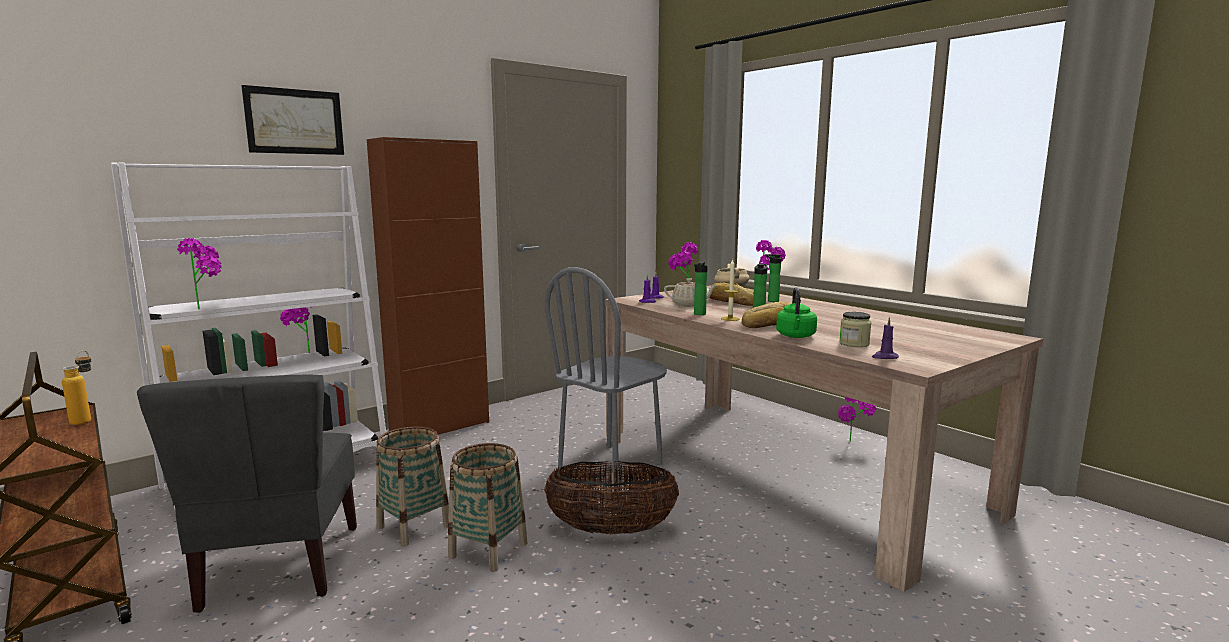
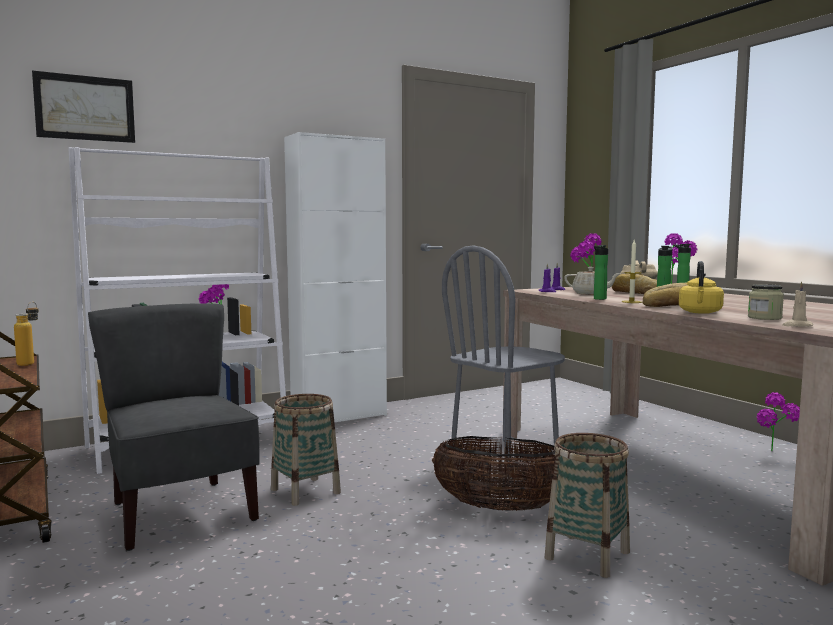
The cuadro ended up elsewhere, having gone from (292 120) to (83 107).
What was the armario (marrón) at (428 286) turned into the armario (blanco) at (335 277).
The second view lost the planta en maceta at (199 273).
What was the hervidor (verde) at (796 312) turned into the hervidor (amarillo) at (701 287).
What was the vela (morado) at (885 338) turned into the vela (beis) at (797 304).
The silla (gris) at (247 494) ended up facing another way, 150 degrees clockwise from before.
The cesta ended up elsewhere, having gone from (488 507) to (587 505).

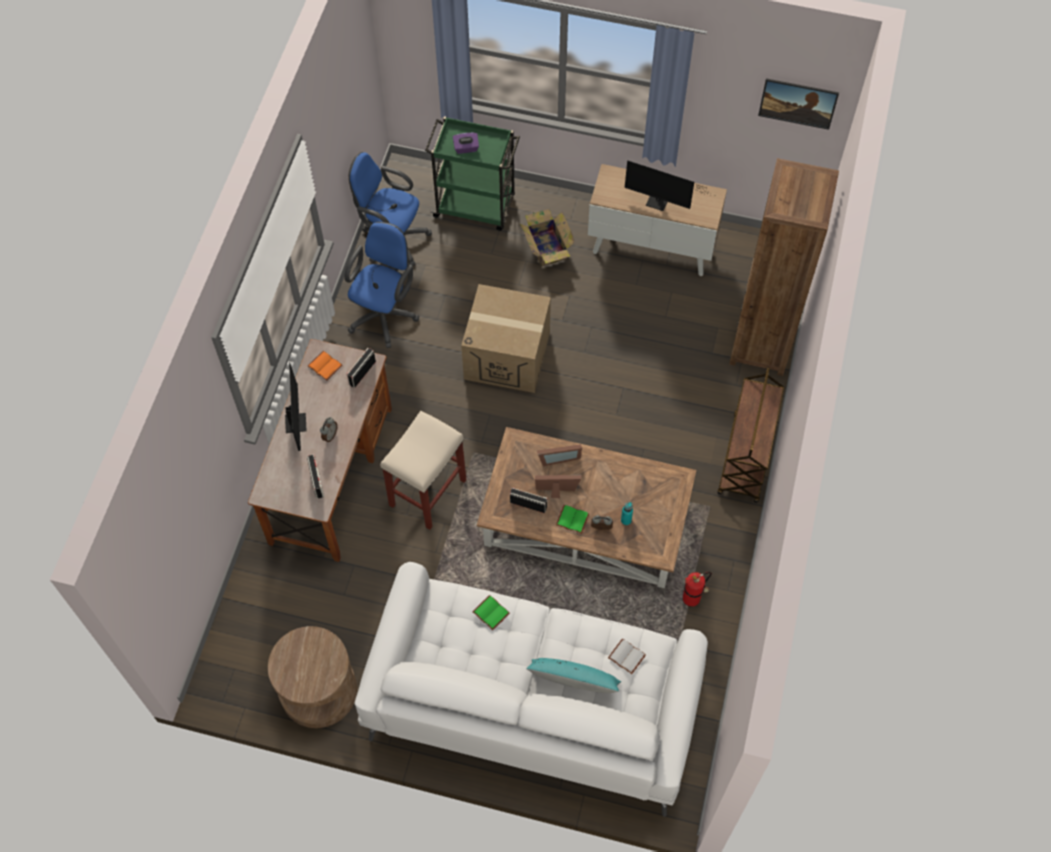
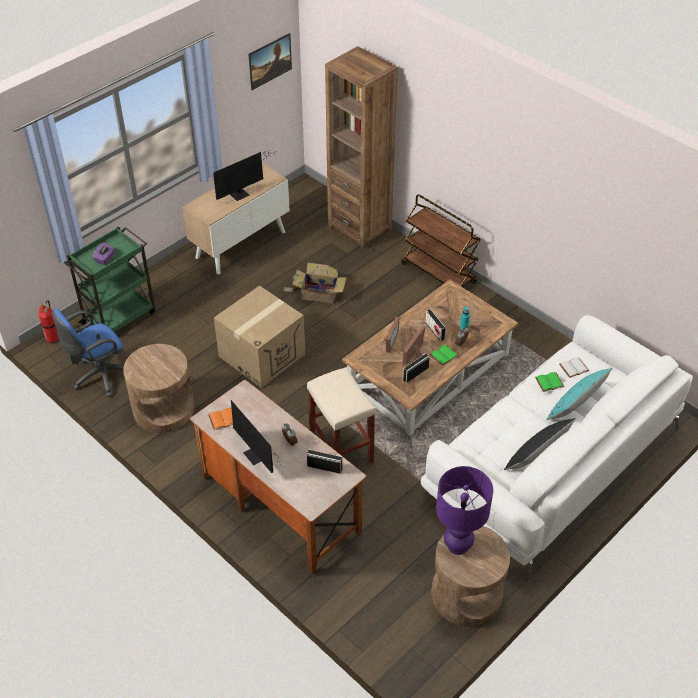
The caja de cartón ended up elsewhere, having gone from (547 237) to (315 283).
Where the silla de oficina (azul) stood at (381 285), the mesa auxiliar (marrón) came to stand at (158 388).
The radio ended up elsewhere, having gone from (361 368) to (435 325).
The monitor at (296 401) ended up facing another way, 150 degrees counterclockwise from before.
The extintor ended up elsewhere, having gone from (697 589) to (48 321).
The libro (verde) ended up elsewhere, having gone from (491 612) to (549 382).
The second view gained the cojín (negro) at (540 444).
The second view gained the lámpara de mesa (morado) at (464 510).

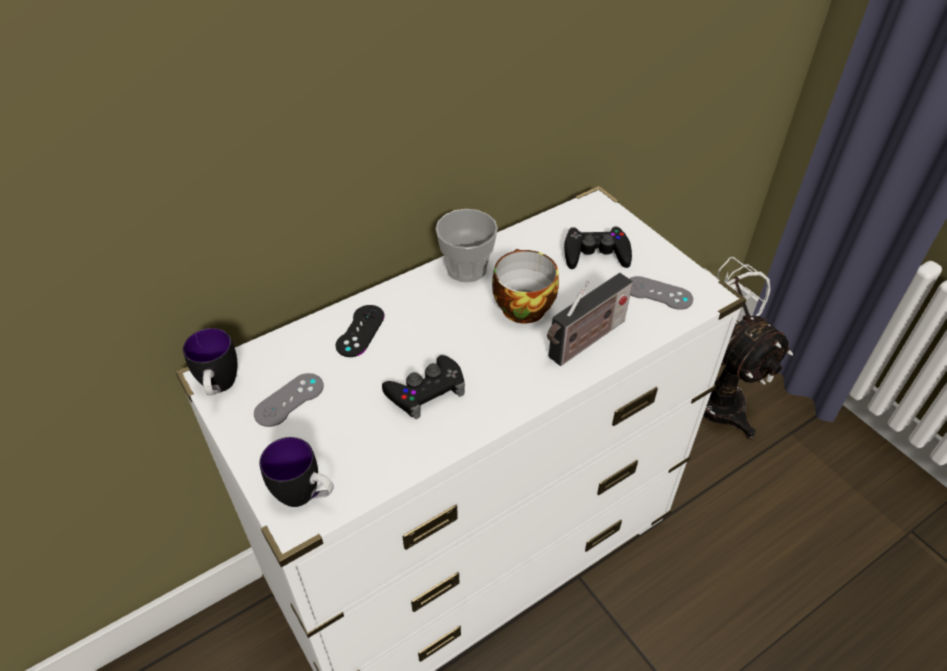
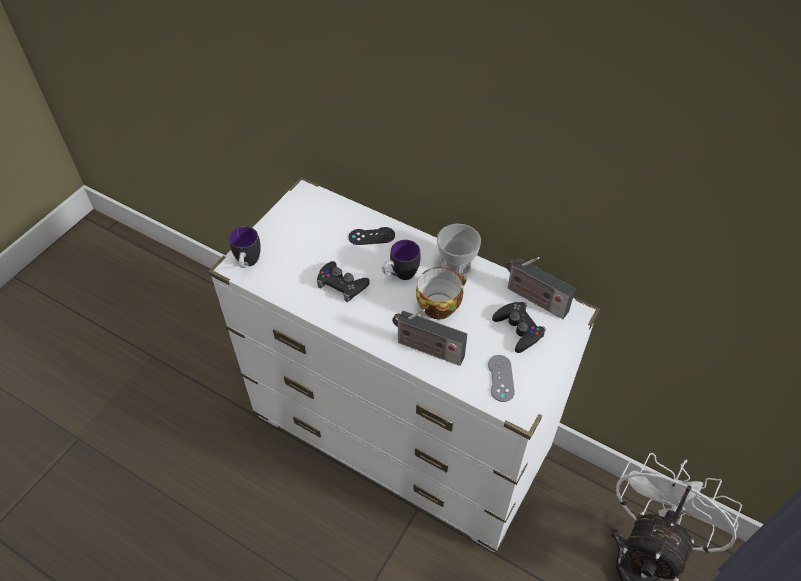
The taza grande ended up elsewhere, having gone from (210 361) to (401 260).
The second view lost the mando de consola (gris) at (289 400).
The second view gained the radio at (541 288).

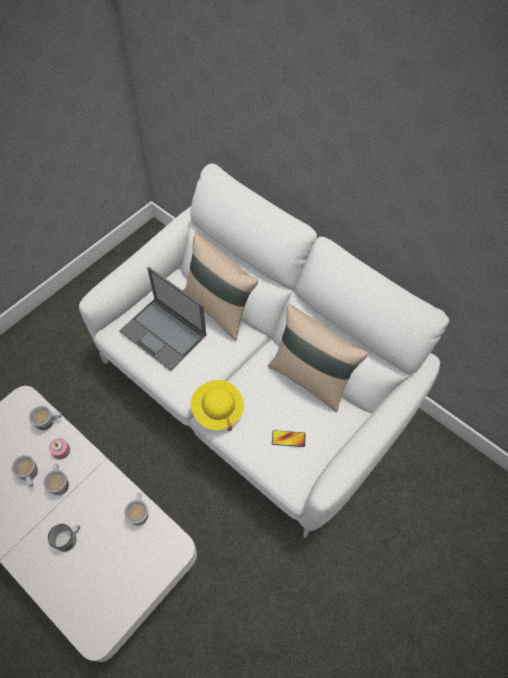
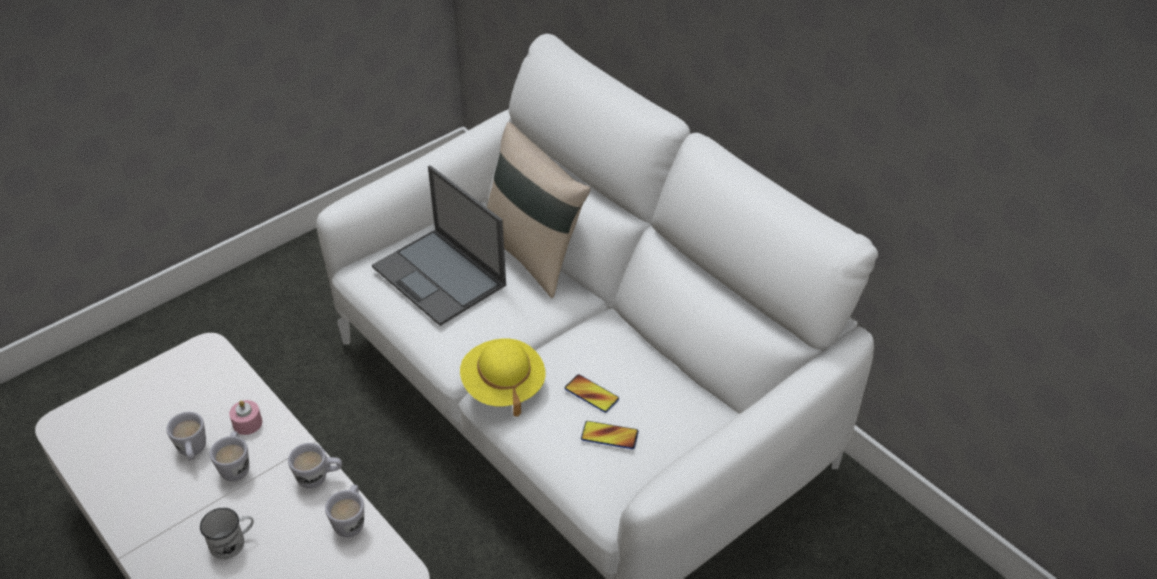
The second view lost the cojín (beis) at (318 358).
The taza grande (blanco) ended up elsewhere, having gone from (45 418) to (315 466).
The second view gained the móvil at (591 393).

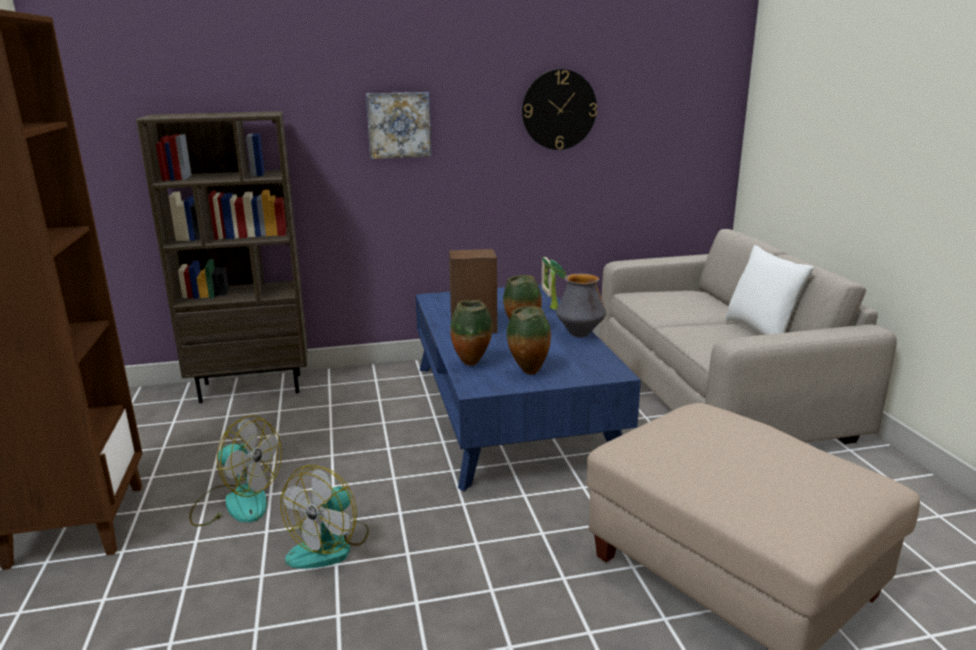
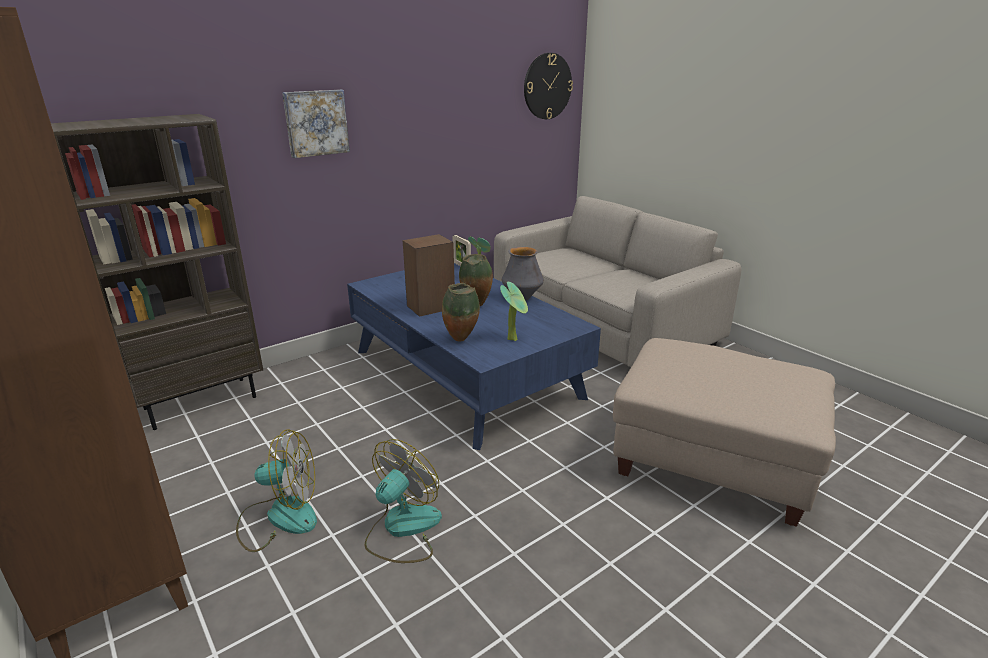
The reloj de pared ended up elsewhere, having gone from (559 109) to (548 86).
The second view lost the cojín (blanco) at (769 290).
Where the florero stood at (529 340), the planta en maceta came to stand at (514 311).
The ventilador at (324 517) ended up facing another way, 150 degrees counterclockwise from before.

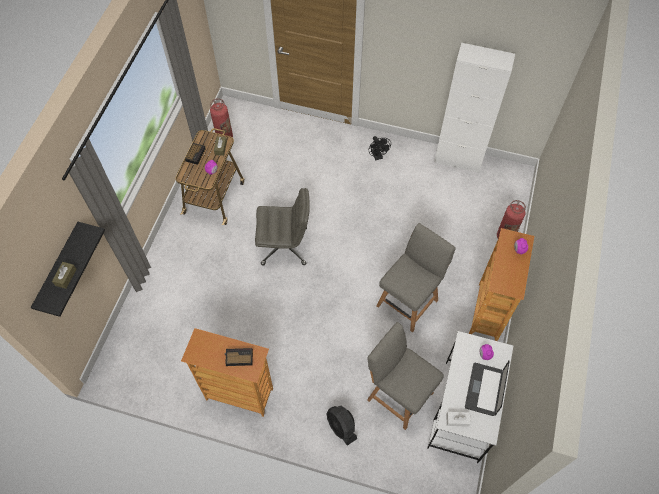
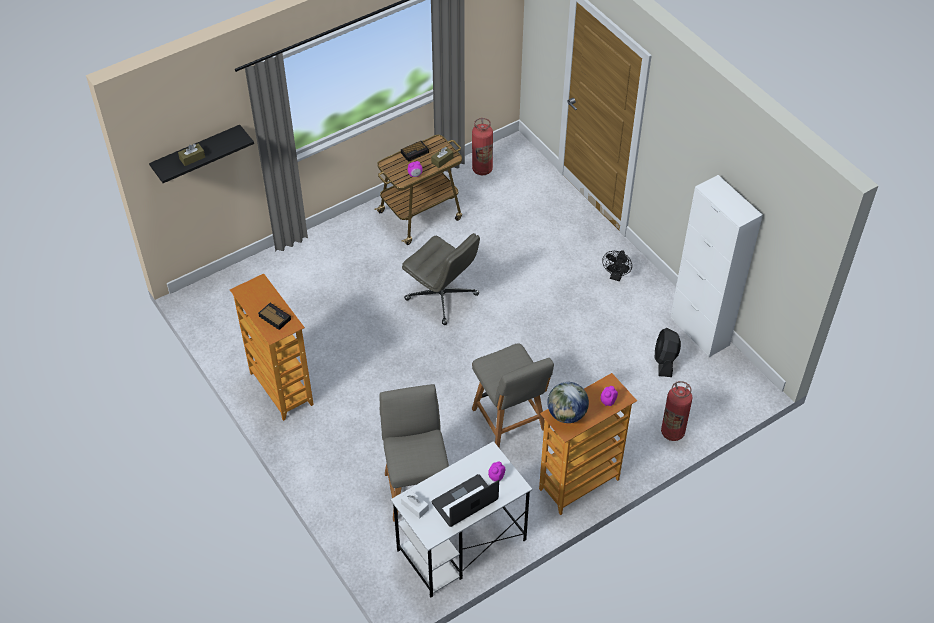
The silla (gris) at (416 277) ended up facing another way, 75 degrees clockwise from before.
The ventilador (negro) ended up elsewhere, having gone from (341 426) to (668 352).
The second view gained the globo terráqueo at (568 402).

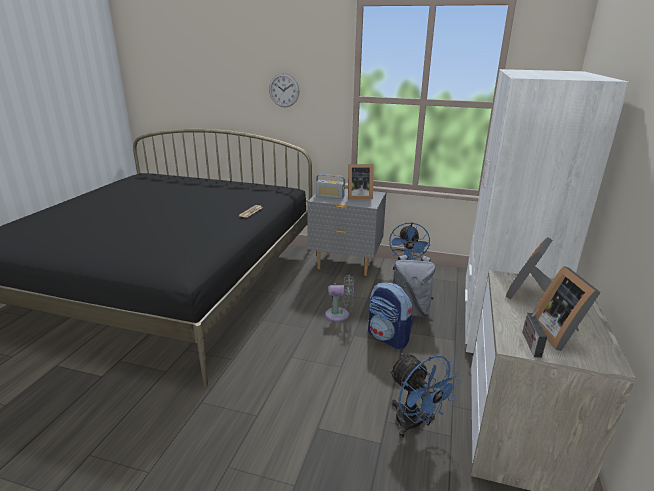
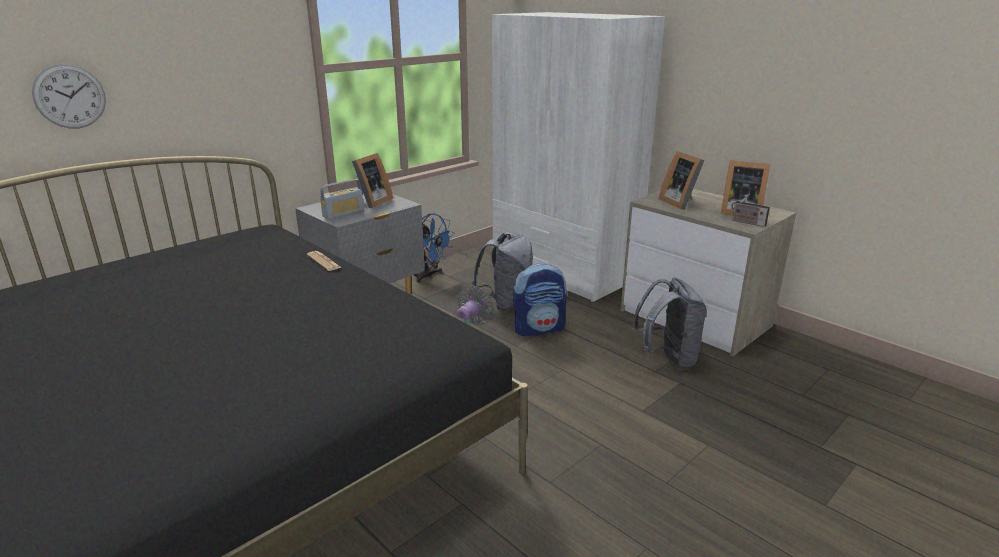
The reloj de pared ended up elsewhere, having gone from (284 90) to (69 96).
Where the ventilador (azul) stood at (425 395), the mochila (gris) came to stand at (669 323).

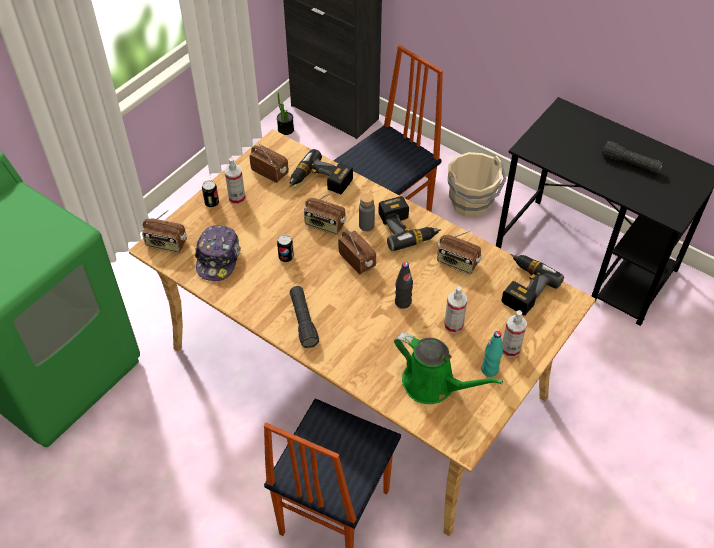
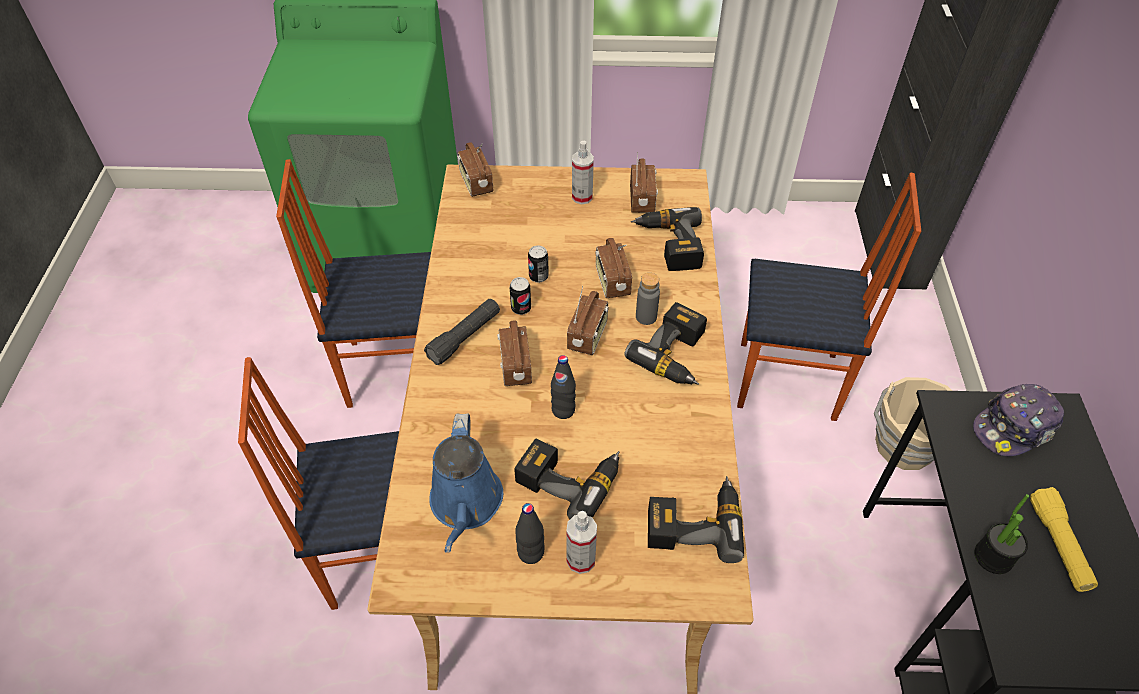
The planta en maceta ended up elsewhere, having gone from (285 113) to (1001 534).
What was the linterna (negro) at (632 157) turned into the linterna (amarillo) at (1064 539).
The lata ended up elsewhere, having gone from (210 194) to (520 296).
The gorra ended up elsewhere, having gone from (218 253) to (1018 420).
The radio ended up elsewhere, having gone from (459 252) to (514 353).
Where the pulverizador stood at (455 310), the taladro came to stand at (567 479).
What was the botella (turquesa) at (492 354) turned into the botella (negro) at (530 533).
What was the regadera (verde) at (448 368) turned into the regadera (azul) at (466 483).
The second view gained the silla at (353 283).

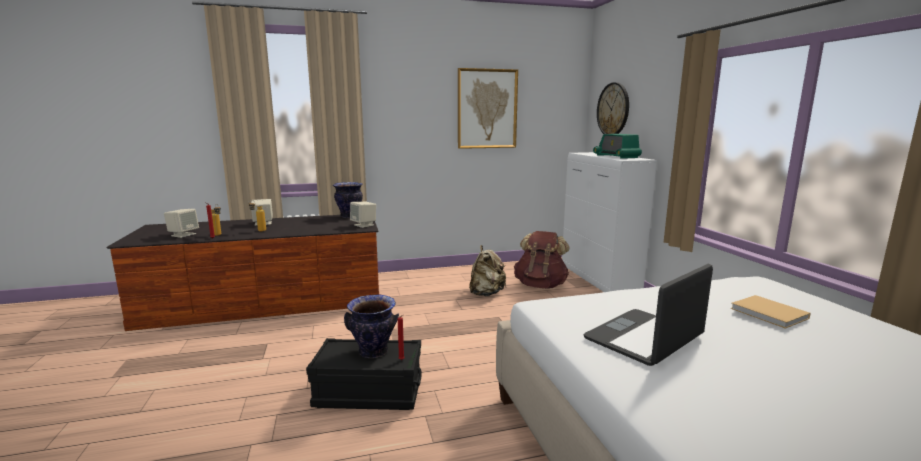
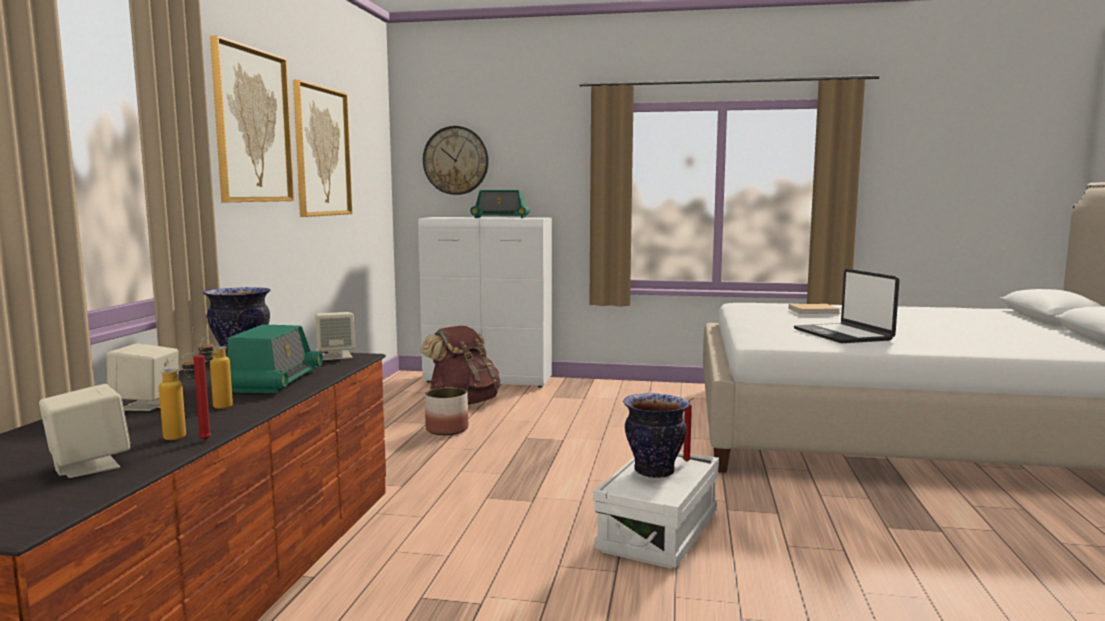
Where the mochila (beis) stood at (487 270), the maceta came to stand at (446 411).
What was the caja de almacenaje (negro) at (364 374) turned into the caja de almacenaje (blanco) at (656 510).
The second view gained the cuadro at (252 119).
The second view gained the radio at (275 358).

